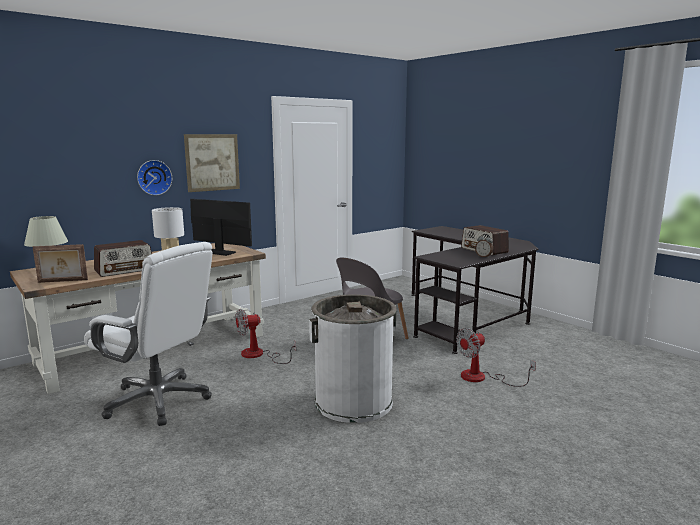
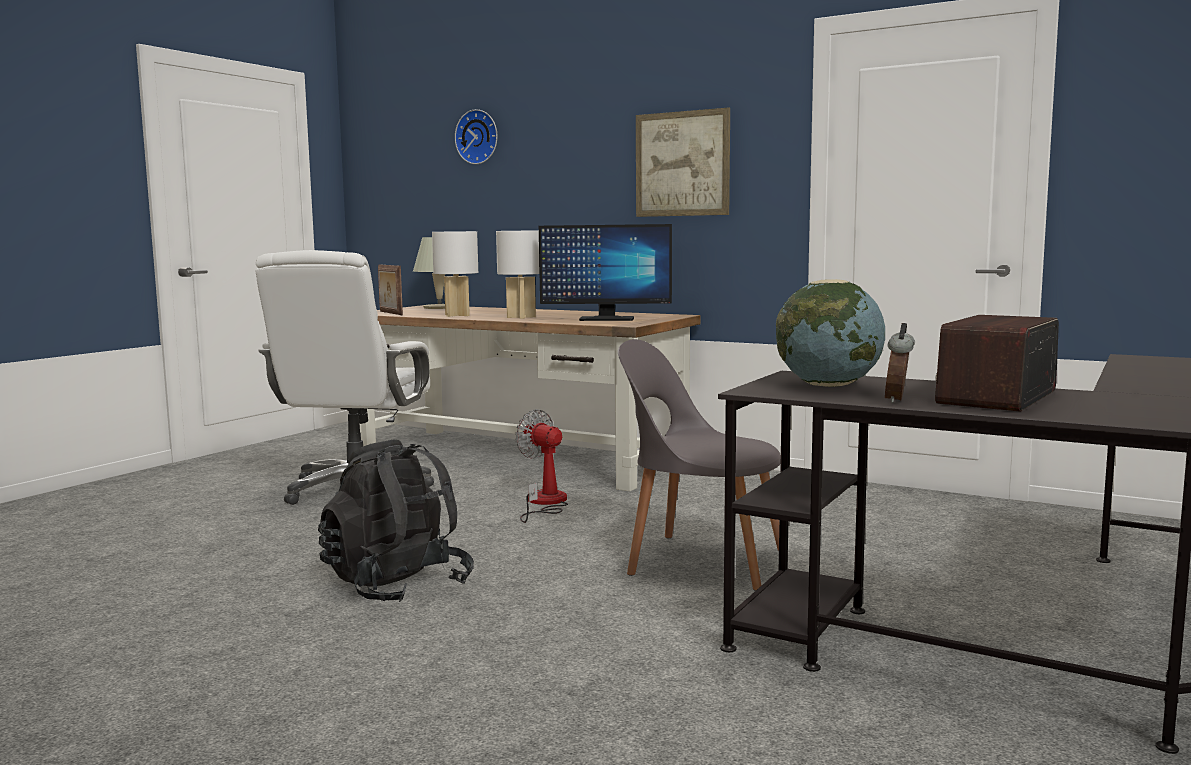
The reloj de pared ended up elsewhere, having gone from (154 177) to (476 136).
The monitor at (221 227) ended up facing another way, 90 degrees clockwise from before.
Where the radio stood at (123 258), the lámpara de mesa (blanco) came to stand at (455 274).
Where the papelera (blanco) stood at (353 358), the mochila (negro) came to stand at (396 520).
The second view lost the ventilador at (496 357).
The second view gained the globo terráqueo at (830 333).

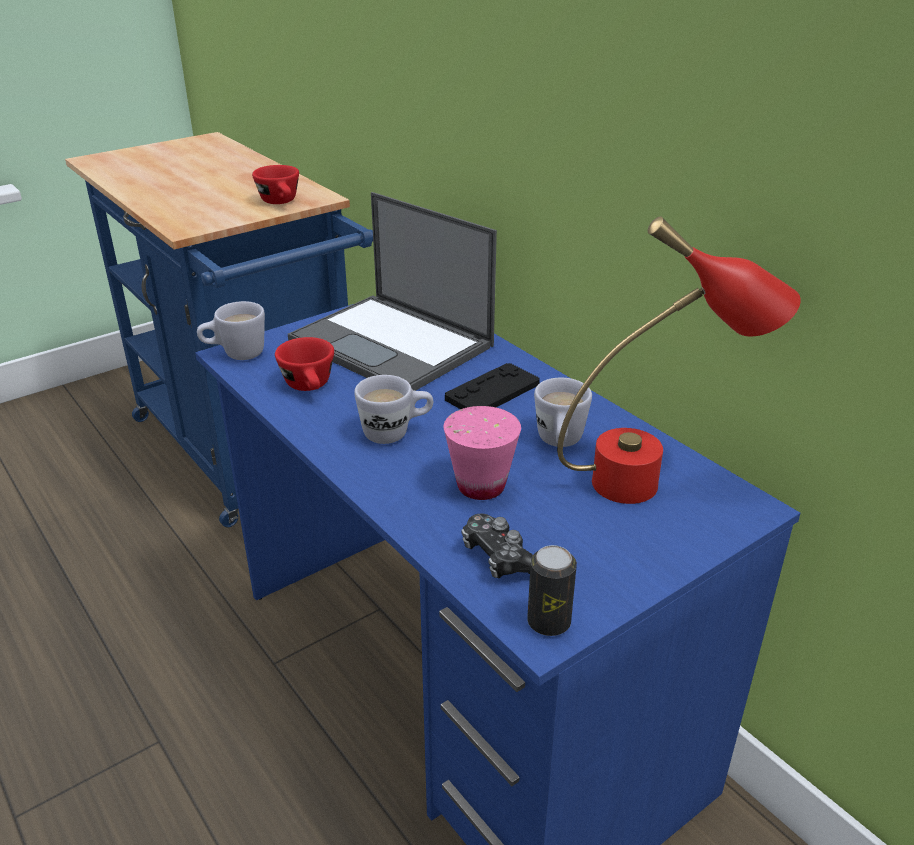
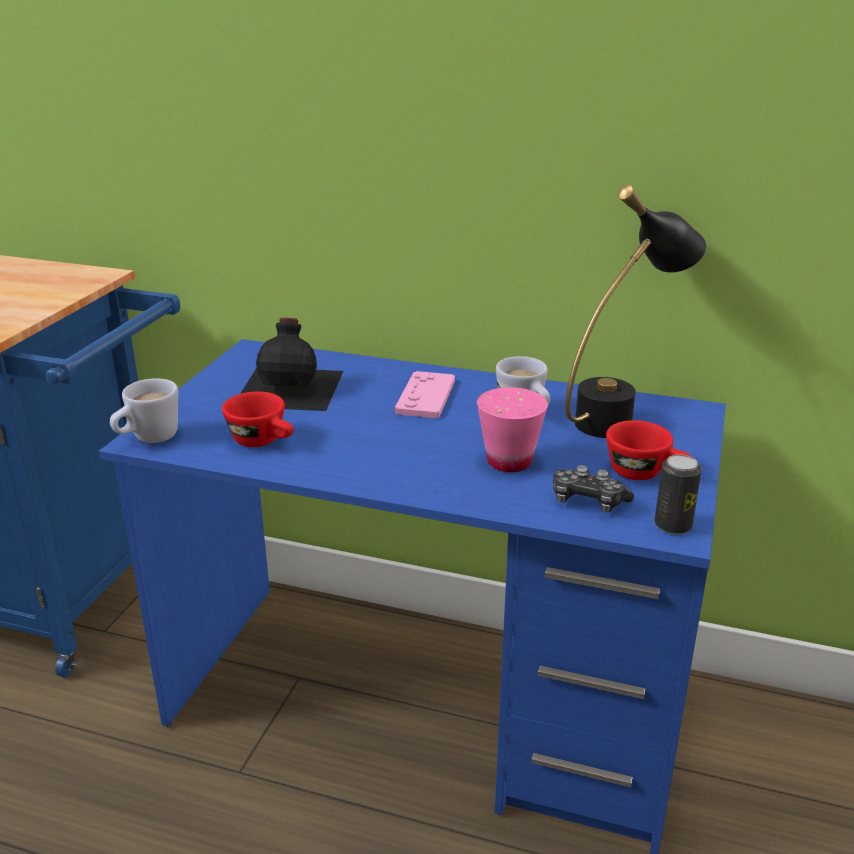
The taza (rojo) ended up elsewhere, having gone from (275 184) to (648 450).
Where the portátil stood at (392 291), the botella (negro) came to stand at (291 364).
What was the lámpara de mesa (rojo) at (679 360) turned into the lámpara de mesa (negro) at (635 311).
What was the mando de consola (negro) at (492 386) turned into the mando de consola (rosa) at (425 394).
The second view lost the taza grande (blanco) at (393 409).

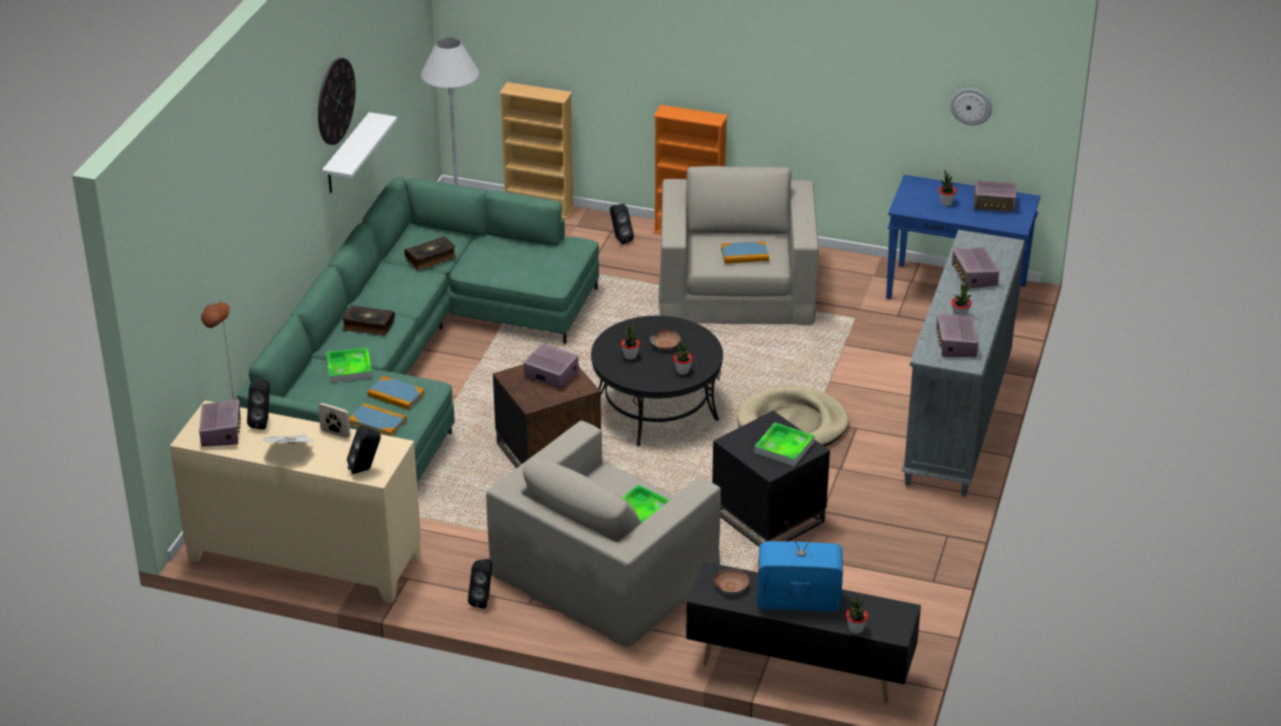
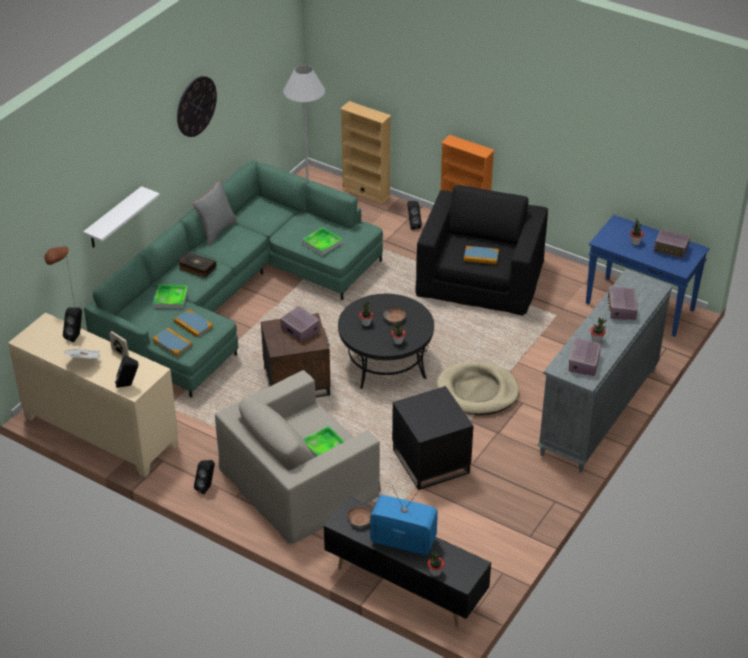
The second view lost the reloj de pared at (971 106).
The estante (blanco) ended up elsewhere, having gone from (359 152) to (121 217).
What was the sillón (beis) at (739 245) turned into the sillón (negro) at (481 250).
The second view lost the libro at (430 253).
The second view lost the radio at (220 423).
The bandeja ended up elsewhere, having gone from (784 444) to (322 241).
The second view gained the cojín (gris) at (215 212).

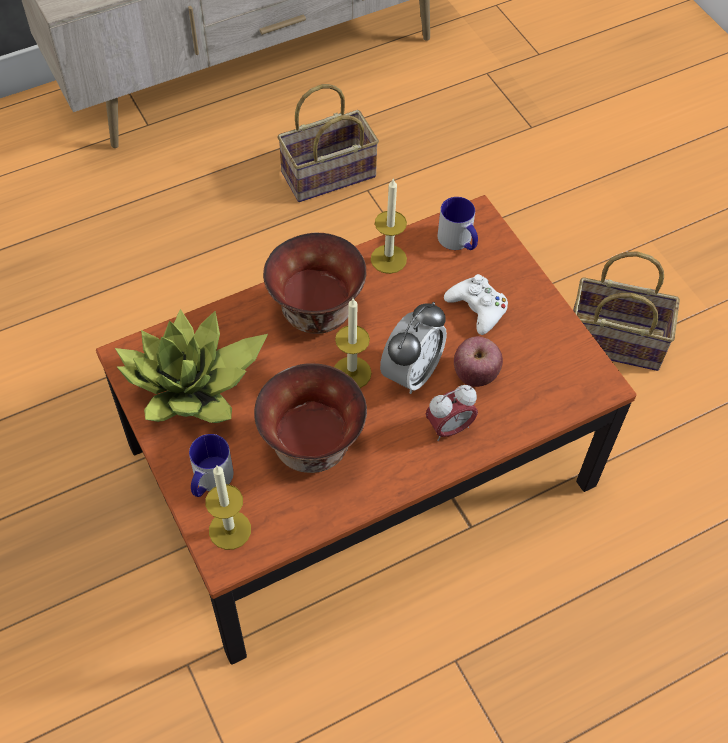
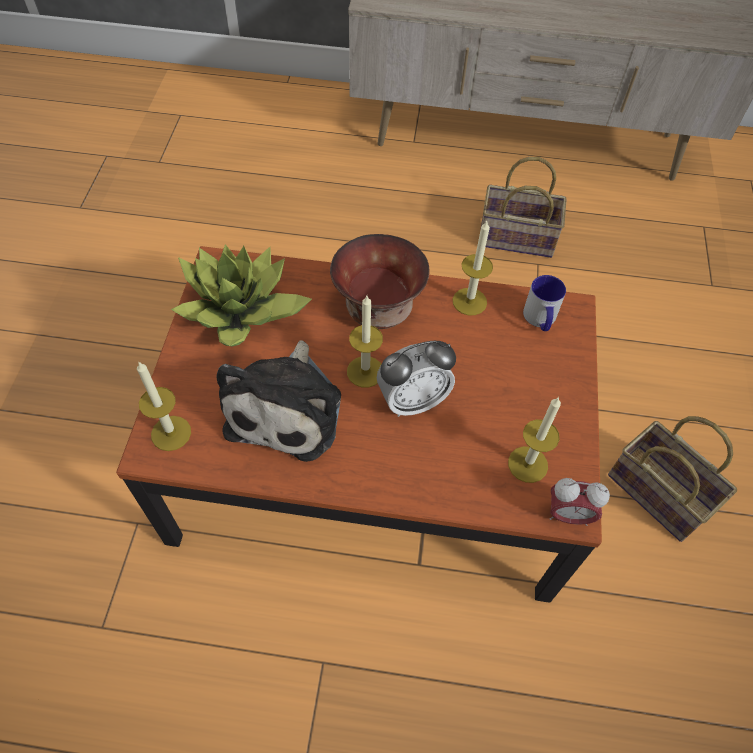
The second view lost the mando de consola (blanco) at (476 304).
The second view lost the manzana at (478 361).
Where the cuenco stood at (310 418), the peluche came to stand at (278 401).
The despertador ended up elsewhere, having gone from (451 413) to (579 502).
The second view lost the taza grande at (211 465).
The second view gained the vela at (534 440).

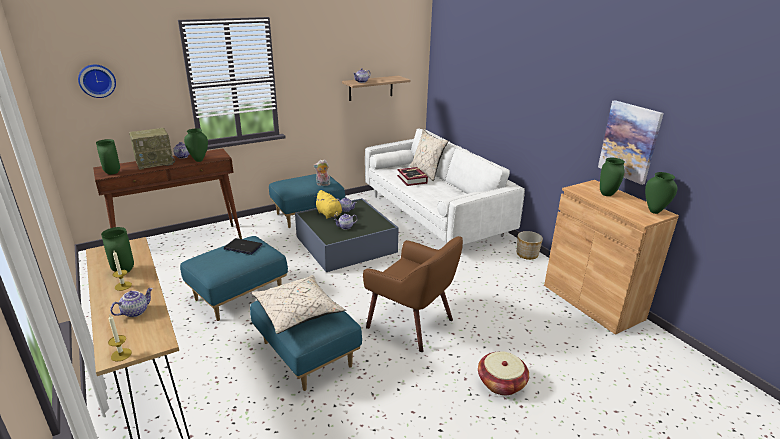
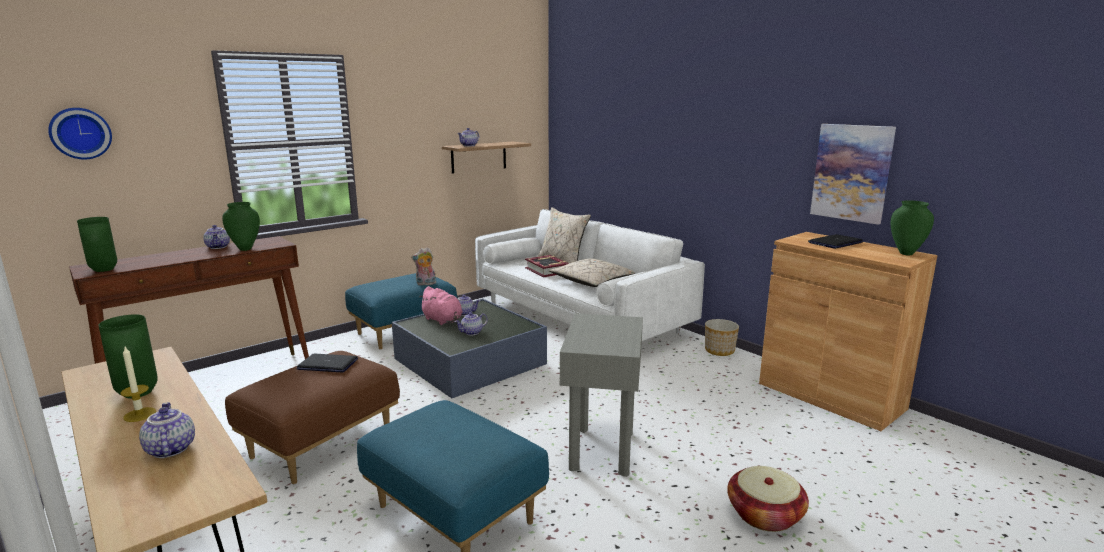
The second view lost the radio at (152 149).
Where the florero (verde) stood at (612 177), the portátil came to stand at (835 241).
What was the peluche (amarillo) at (328 204) turned into the peluche (rosa) at (440 305).
What was the puf (azul) at (234 278) turned into the puf (marrón) at (312 417).
Where the sillón (marrón) stood at (413 294), the mesa auxiliar (gris) came to stand at (601 395).
The cojín (beis) ended up elsewhere, having gone from (298 304) to (592 272).
The tetera at (131 302) ended up facing another way, 60 degrees counterclockwise from before.
The second view lost the vela at (120 338).

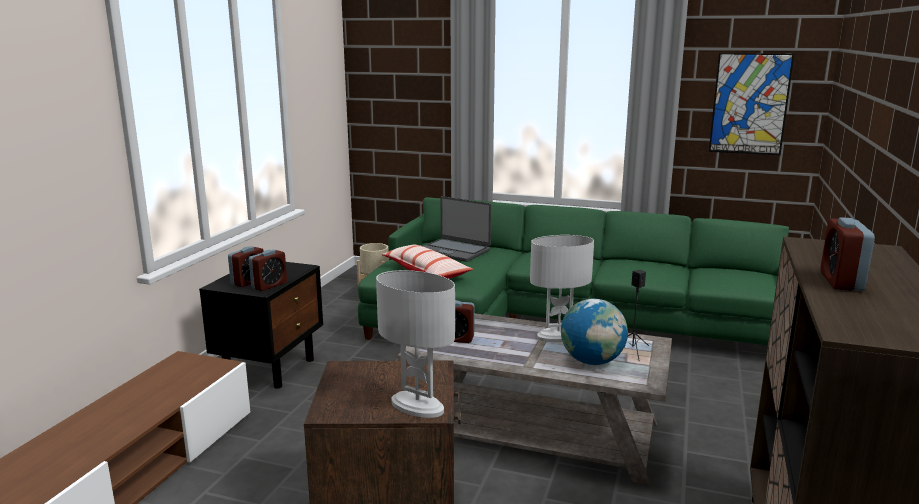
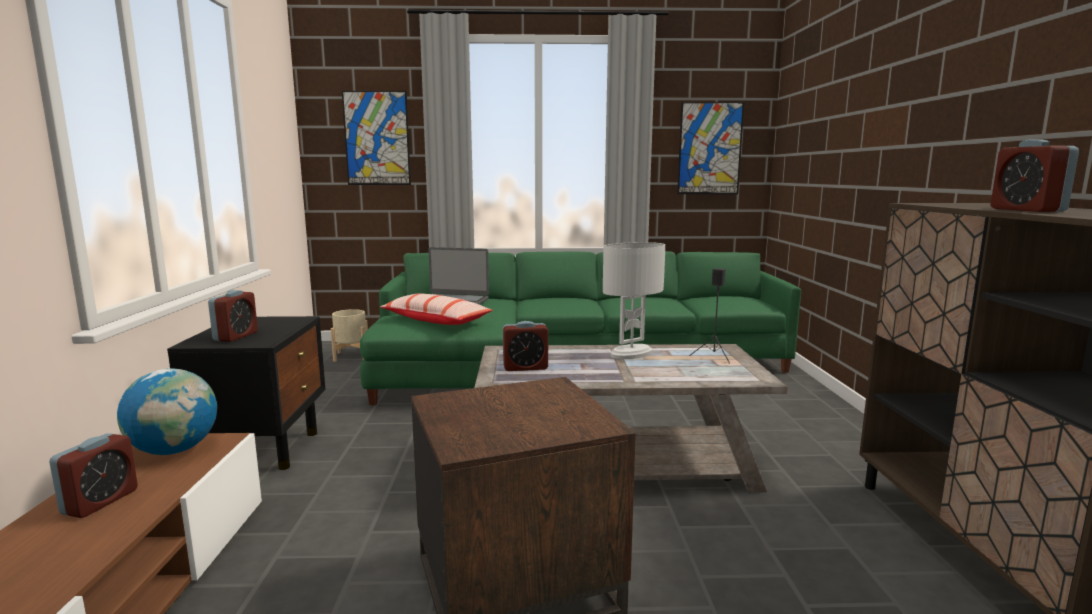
The despertador ended up elsewhere, having gone from (268 270) to (93 475).
The second view lost the lámpara de mesa (blanco) at (415 344).
The globo terráqueo ended up elsewhere, having gone from (594 332) to (167 412).
The second view gained the cuadro at (376 138).

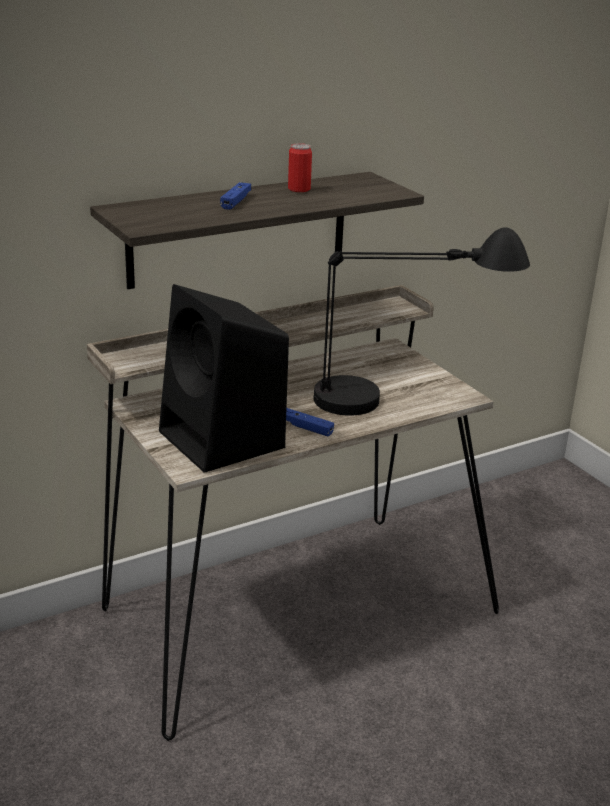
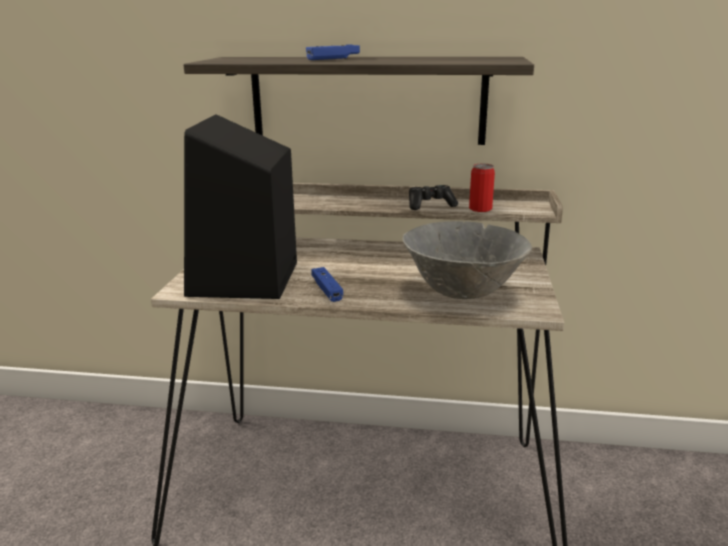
The lata ended up elsewhere, having gone from (300 167) to (482 188).
Where the lámpara de mesa (negro) stood at (421 321), the cuenco (gris) came to stand at (467 260).
The second view gained the mando de consola at (433 197).

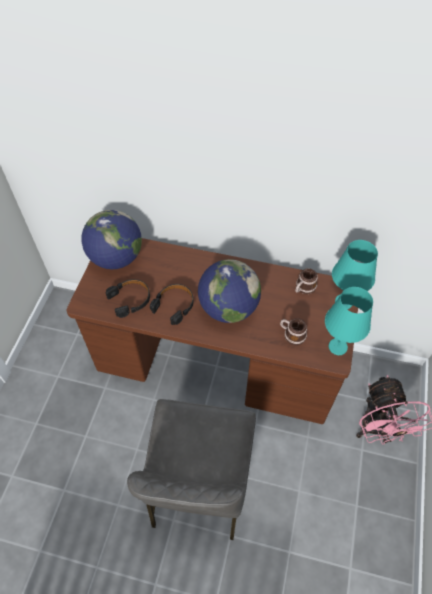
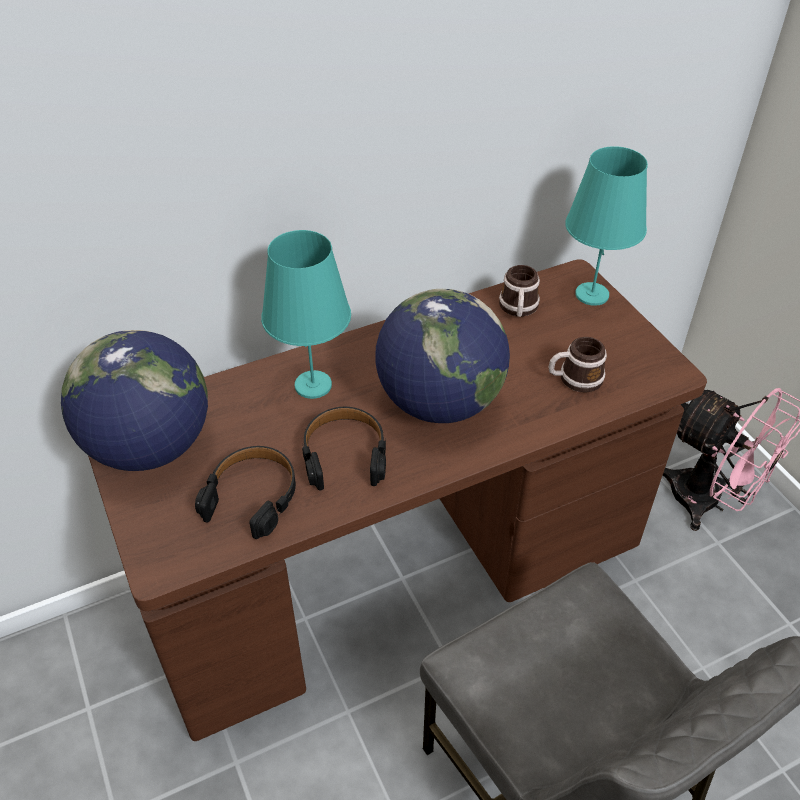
The lámpara de mesa (turquesa) ended up elsewhere, having gone from (349 321) to (306 314).

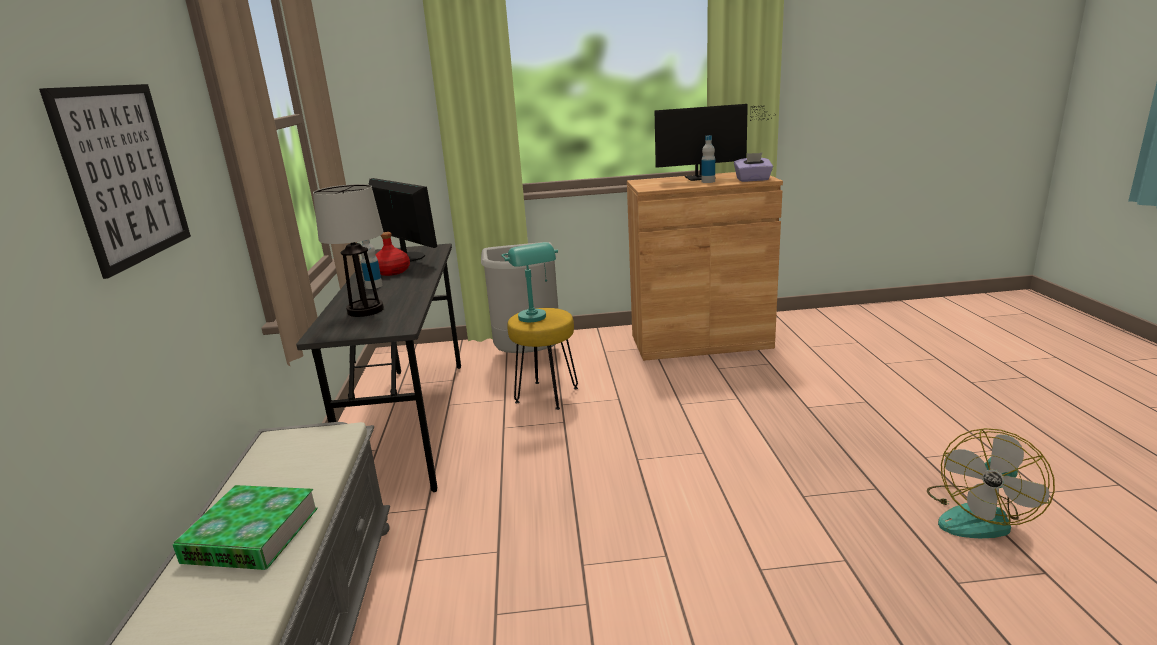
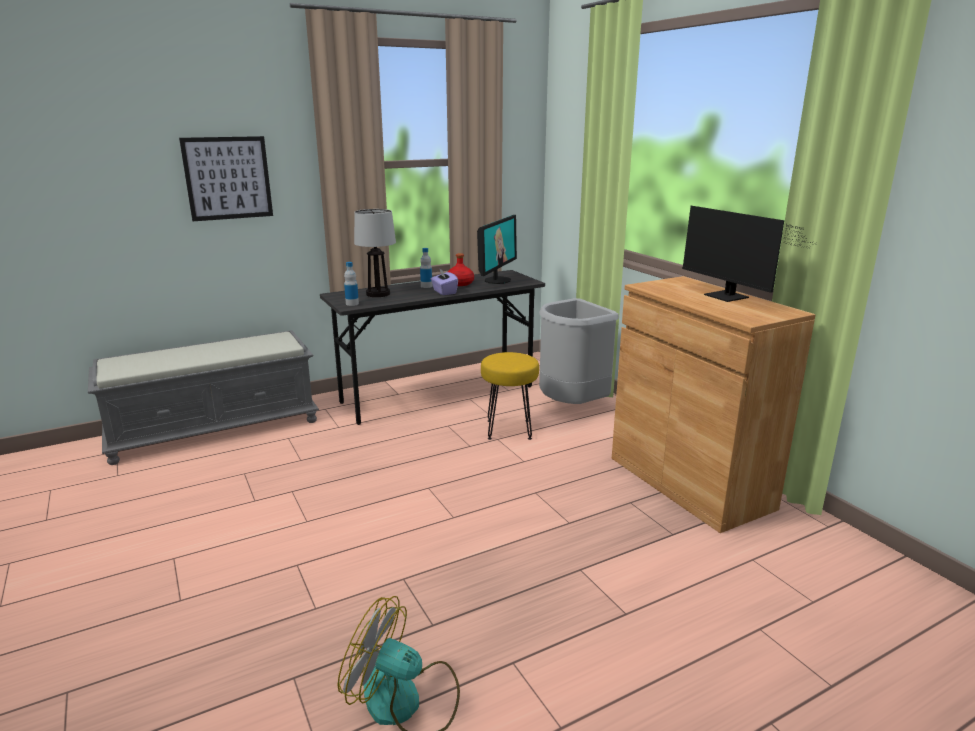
The botella ended up elsewhere, having gone from (708 159) to (351 284).
The caja de pañuelos (morado) ended up elsewhere, having gone from (753 167) to (444 281).
The second view lost the lámpara de mesa (turquesa) at (529 282).
The second view lost the libro at (245 527).

